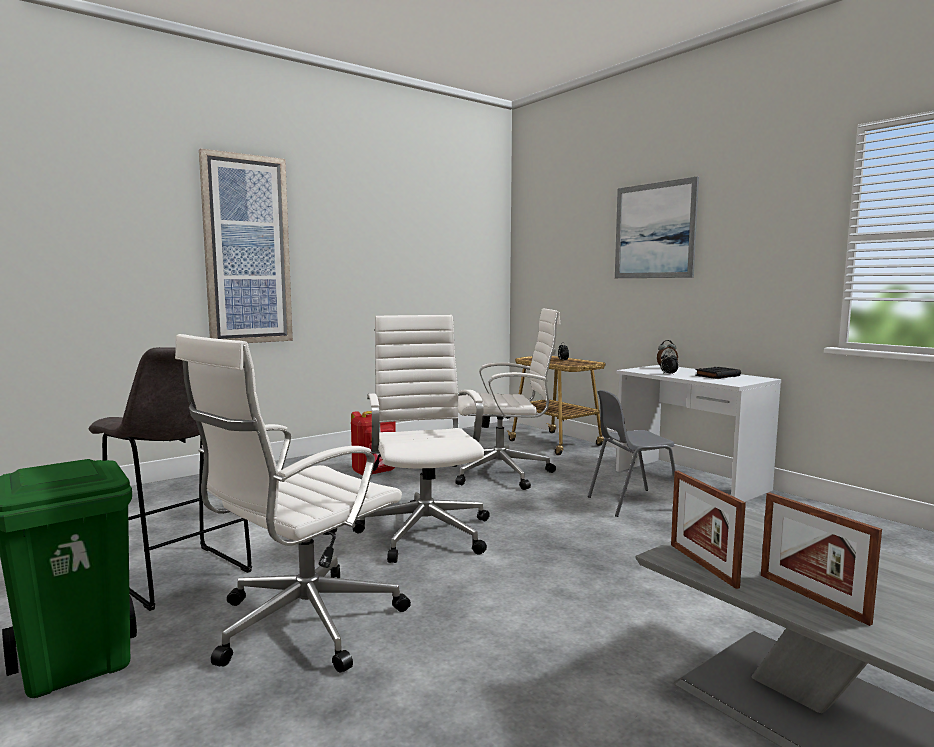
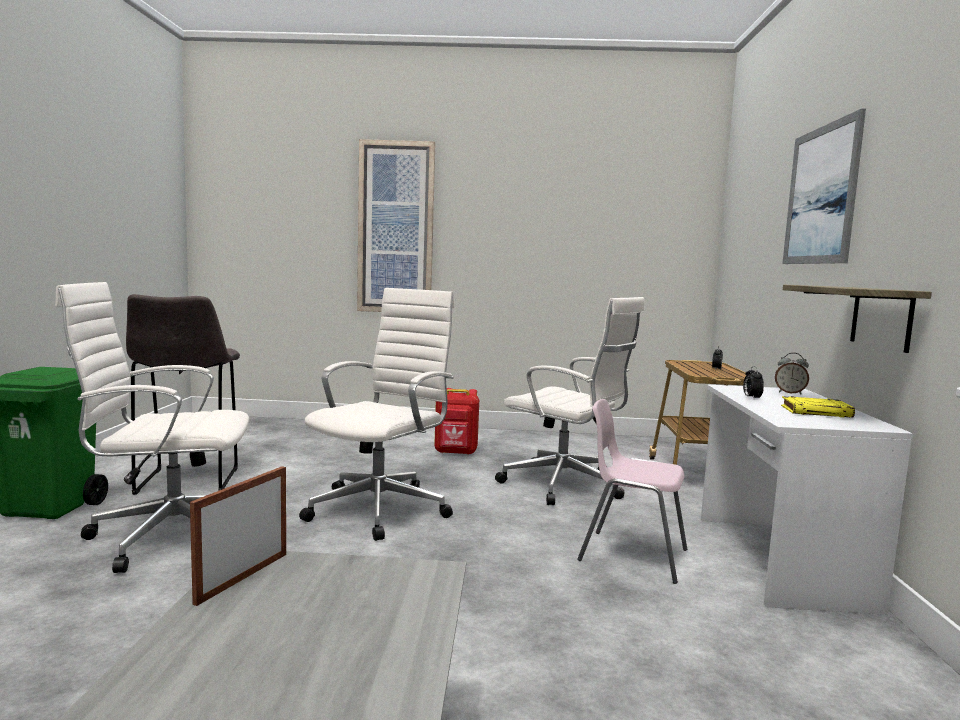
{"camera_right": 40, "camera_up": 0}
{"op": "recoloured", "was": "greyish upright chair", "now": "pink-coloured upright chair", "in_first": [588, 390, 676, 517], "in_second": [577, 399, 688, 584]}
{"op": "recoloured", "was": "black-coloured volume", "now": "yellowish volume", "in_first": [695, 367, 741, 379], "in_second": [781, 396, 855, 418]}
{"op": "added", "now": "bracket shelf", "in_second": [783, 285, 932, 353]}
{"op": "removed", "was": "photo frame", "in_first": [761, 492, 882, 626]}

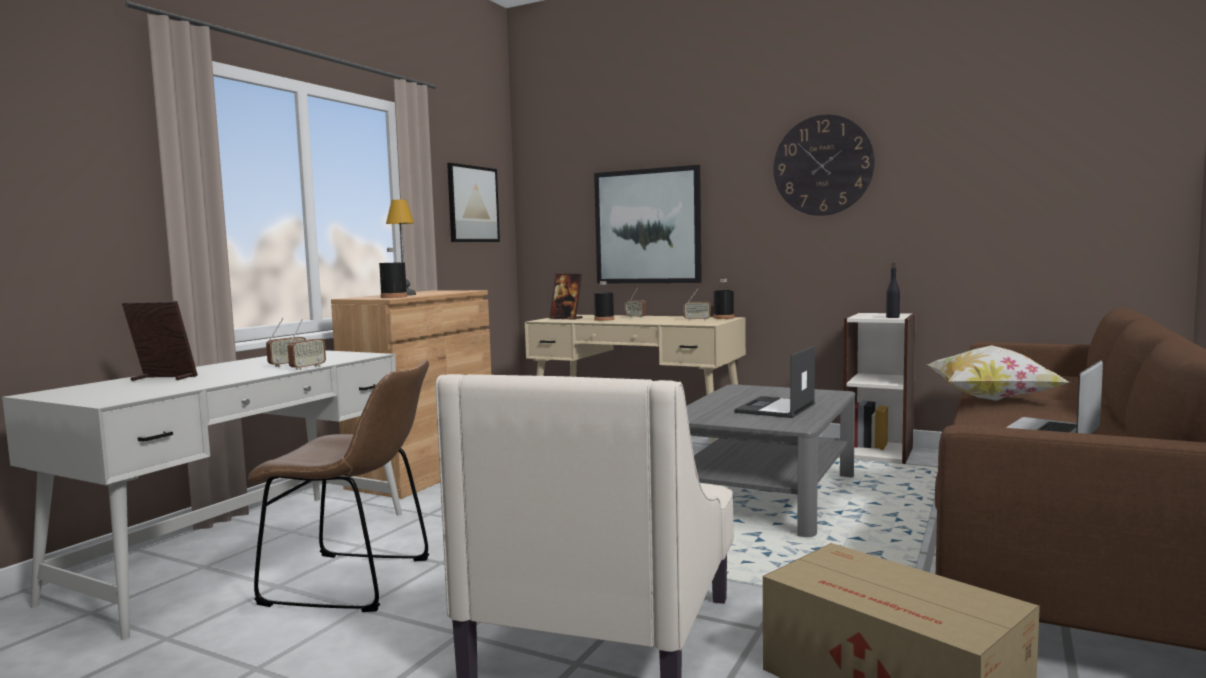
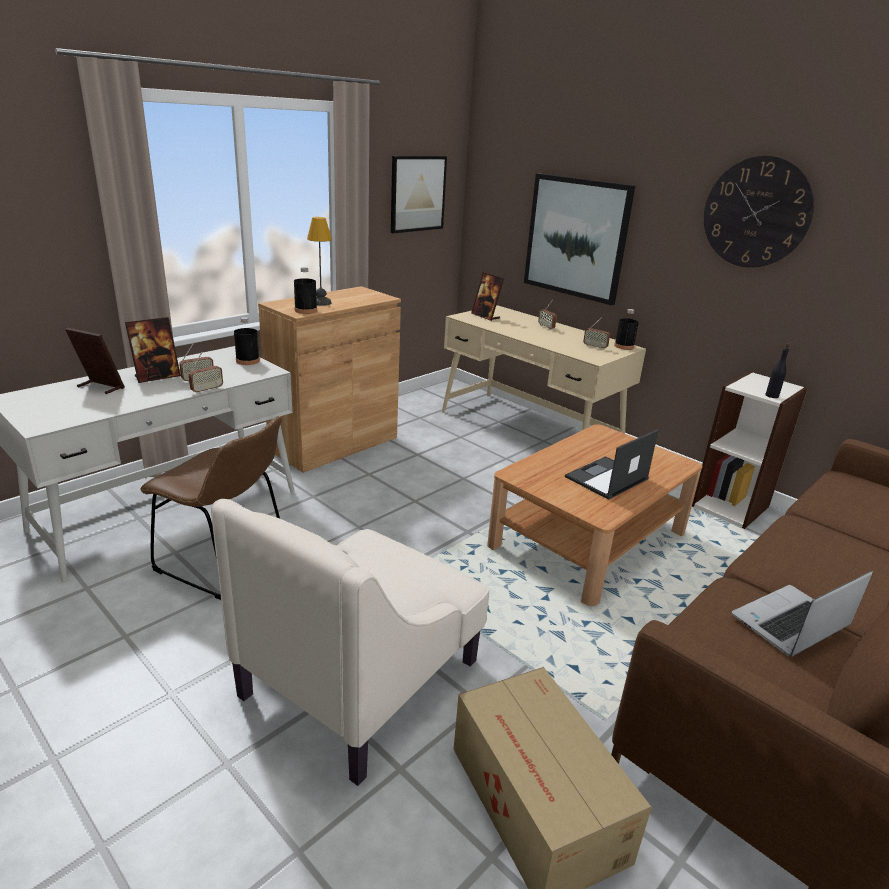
{"camera_right": 15, "camera_up": 20}
{"op": "added", "now": "photo frame", "in_second": [125, 317, 181, 383]}
{"op": "moved", "was": "black-coloured drink bottle", "in_first": [594, 281, 614, 321], "in_second": [234, 317, 260, 365]}
{"op": "recoloured", "was": "greyish low table", "now": "brownish low table", "in_first": [686, 384, 855, 537], "in_second": [487, 424, 703, 606]}
{"op": "removed", "was": "cushion", "in_first": [928, 345, 1069, 401]}

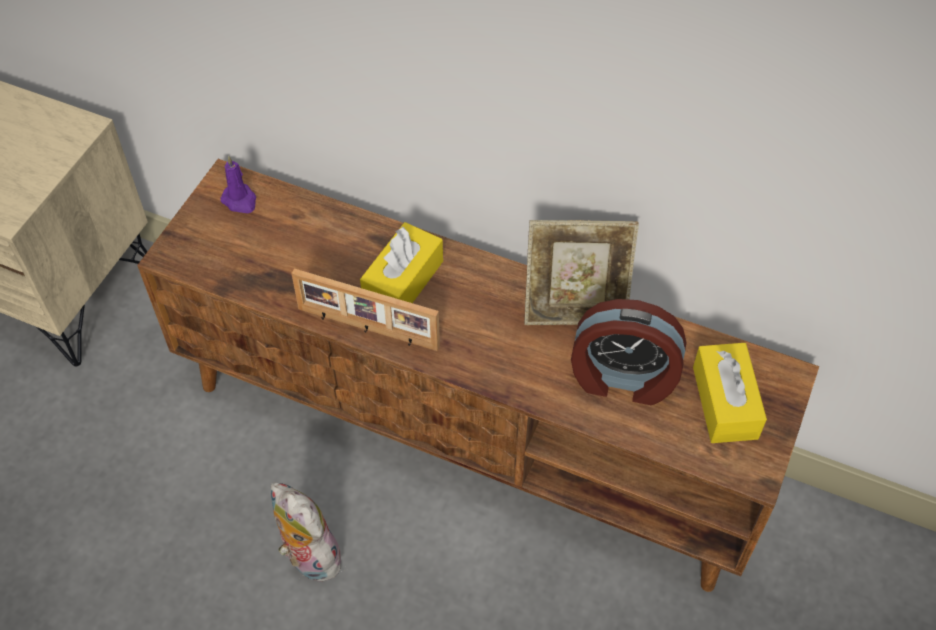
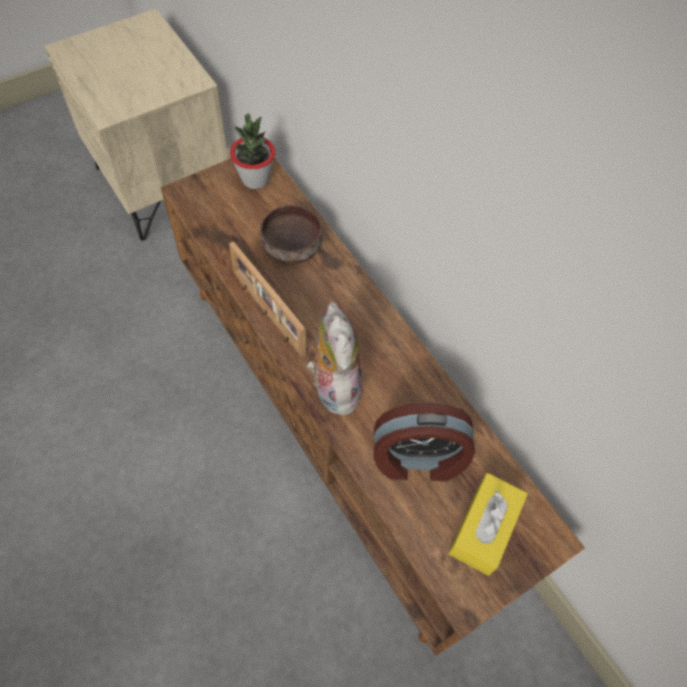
{"camera_right": 30, "camera_up": 5}
{"op": "replaced", "was": "purple-coloured candle", "now": "plant in a pot", "in_first": [221, 156, 256, 213], "in_second": [230, 114, 275, 189]}
{"op": "added", "now": "brownish deep dish", "in_second": [260, 204, 323, 263]}
{"op": "moved", "was": "cuddly toy", "in_first": [271, 482, 342, 582], "in_second": [306, 302, 363, 415]}
{"op": "turned", "was": "alarm clock", "in_first": [571, 299, 687, 405], "in_second": [374, 403, 475, 481], "clockwise": -45}
{"op": "removed", "was": "yellowish tissue box", "in_first": [360, 222, 443, 303]}
{"op": "removed", "was": "photo frame", "in_first": [524, 220, 639, 325]}

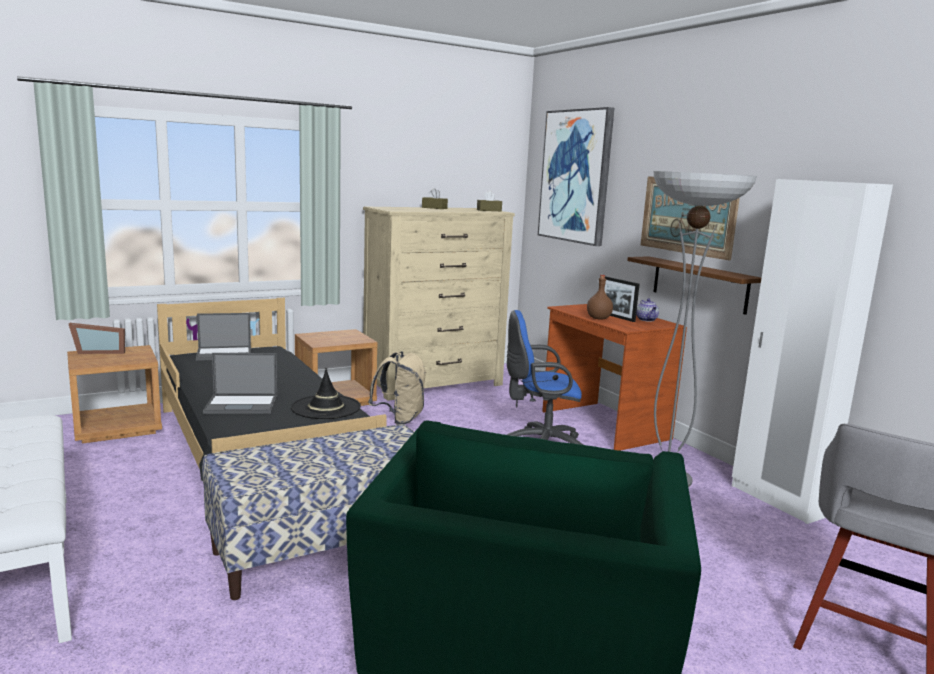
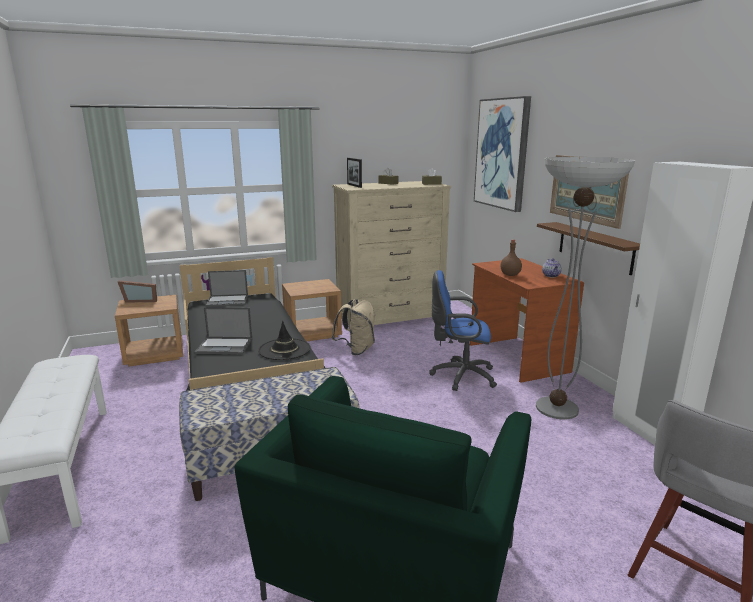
{"camera_right": 10, "camera_up": 5}
{"op": "moved", "was": "photo frame", "in_first": [604, 276, 639, 322], "in_second": [347, 158, 362, 188]}

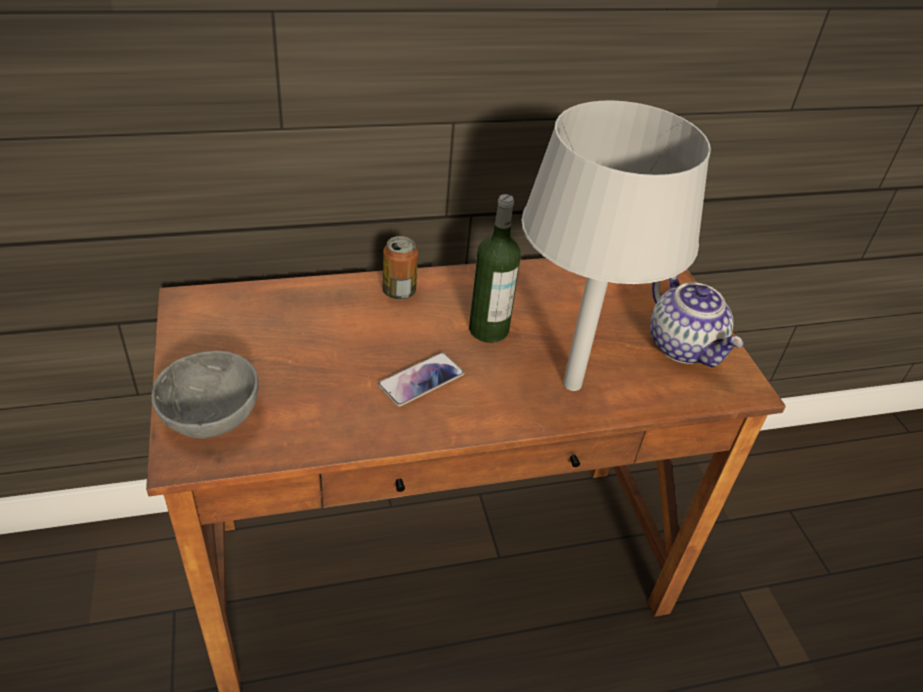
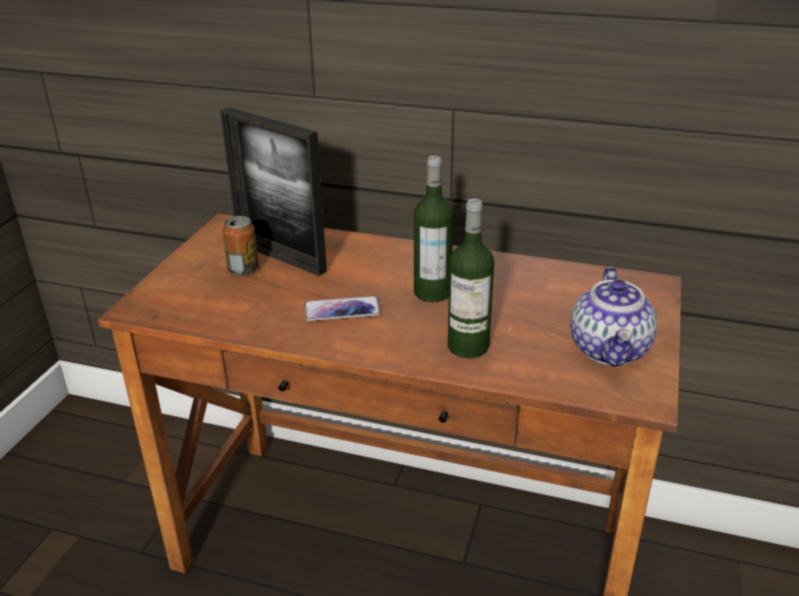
{"camera_right": 35, "camera_up": -10}
{"op": "added", "now": "photo frame", "in_second": [220, 107, 327, 276]}
{"op": "moved", "was": "metal can", "in_first": [382, 236, 418, 300], "in_second": [222, 216, 259, 276]}
{"op": "replaced", "was": "greyish lamp for a table", "now": "drink bottle", "in_first": [521, 101, 711, 391], "in_second": [448, 199, 494, 358]}
{"op": "removed", "was": "greyish deep dish", "in_first": [151, 351, 258, 439]}

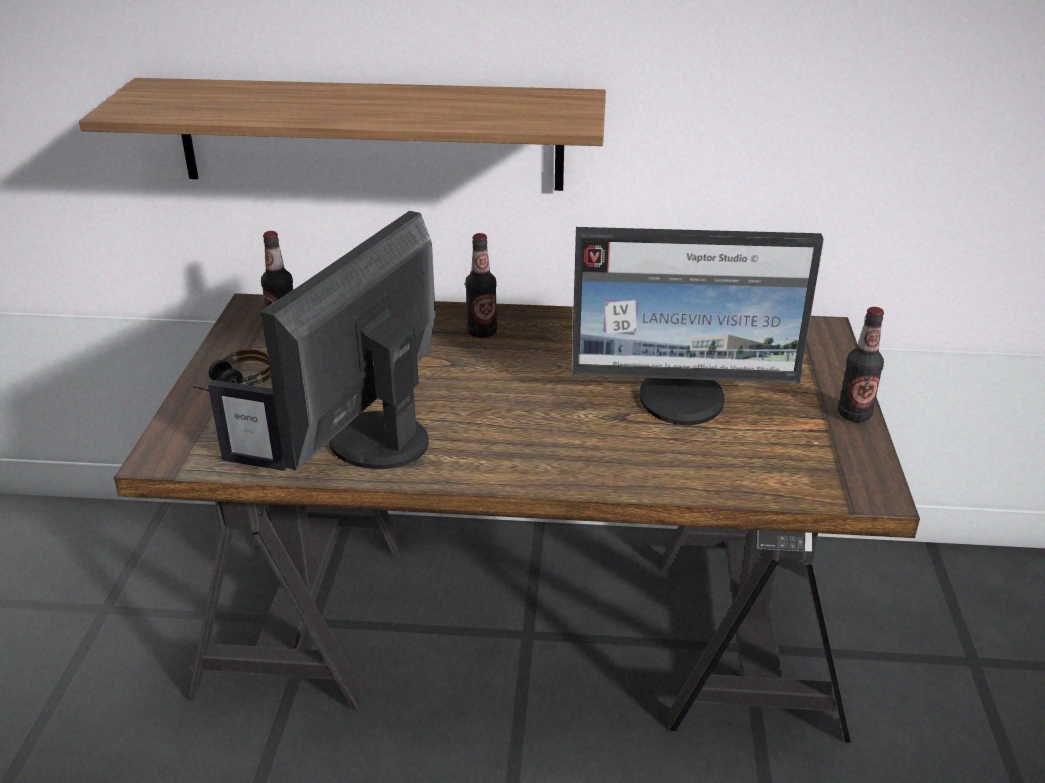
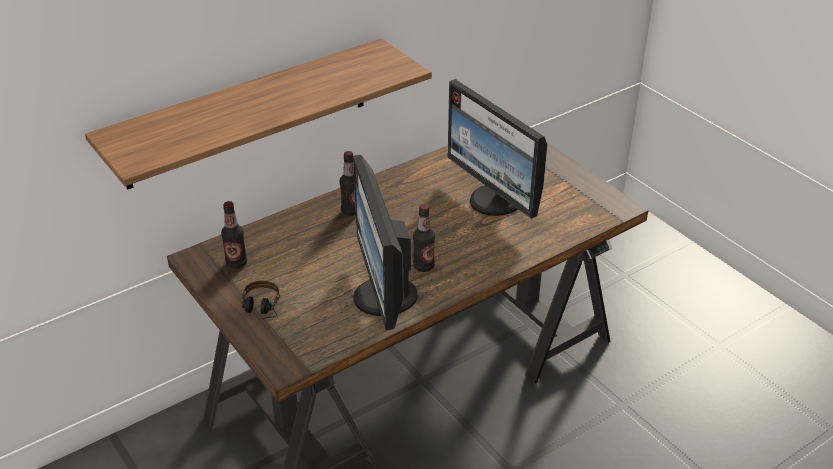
{"camera_right": -40, "camera_up": 5}
{"op": "moved", "was": "drink bottle", "in_first": [838, 307, 884, 422], "in_second": [413, 204, 435, 272]}
{"op": "turned", "was": "computer display", "in_first": [572, 227, 824, 425], "in_second": [448, 79, 547, 219], "clockwise": 90}
{"op": "removed", "was": "photo frame", "in_first": [208, 380, 286, 471]}

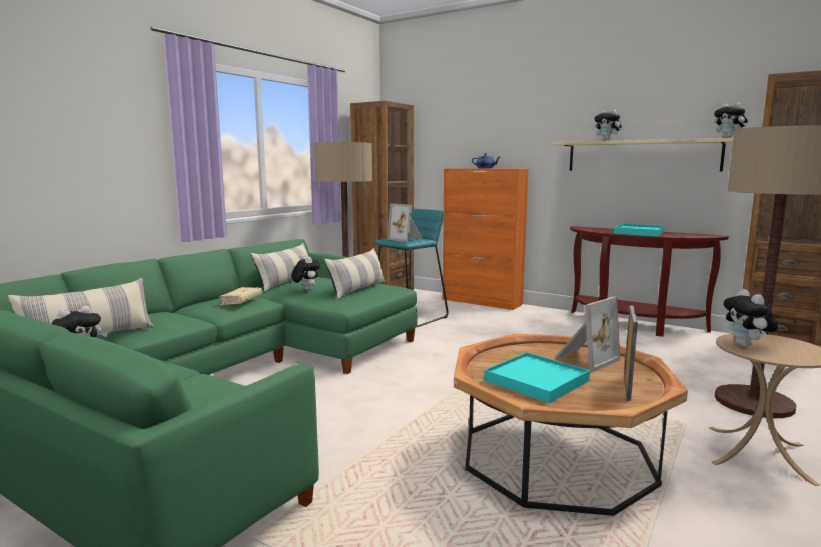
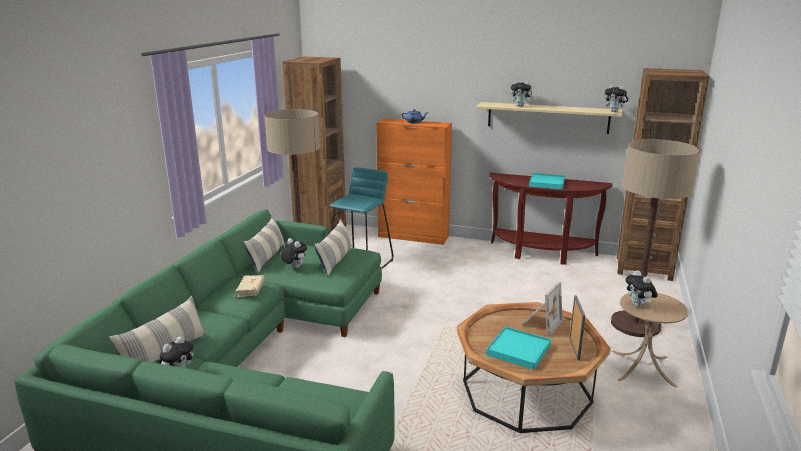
{"camera_right": -15, "camera_up": 10}
{"op": "removed", "was": "photo frame", "in_first": [387, 203, 423, 242]}

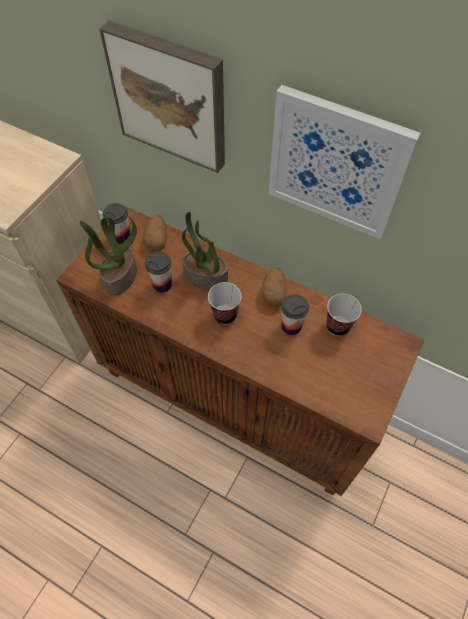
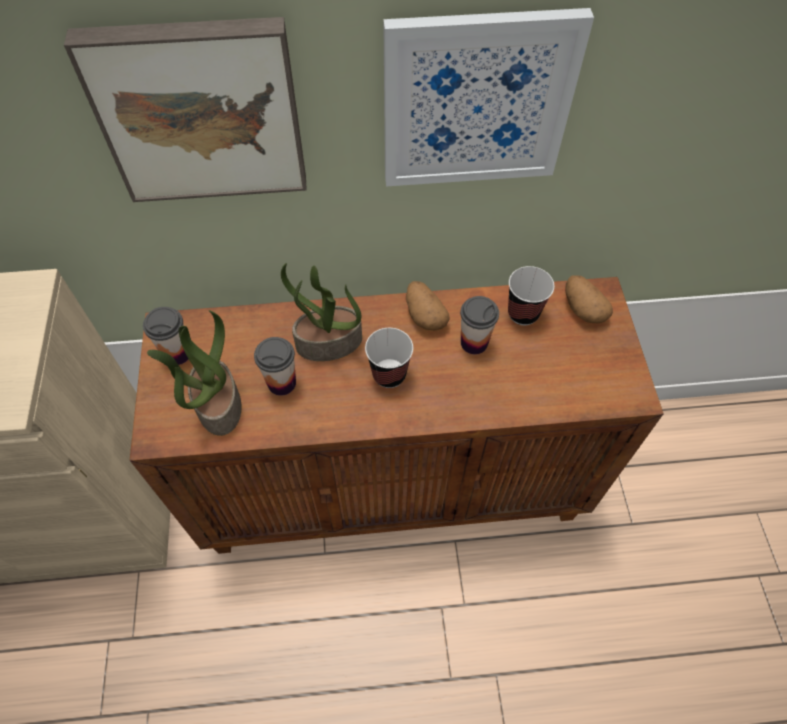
{"camera_right": -35, "camera_up": 0}
{"op": "moved", "was": "potato", "in_first": [143, 215, 167, 251], "in_second": [565, 275, 613, 323]}

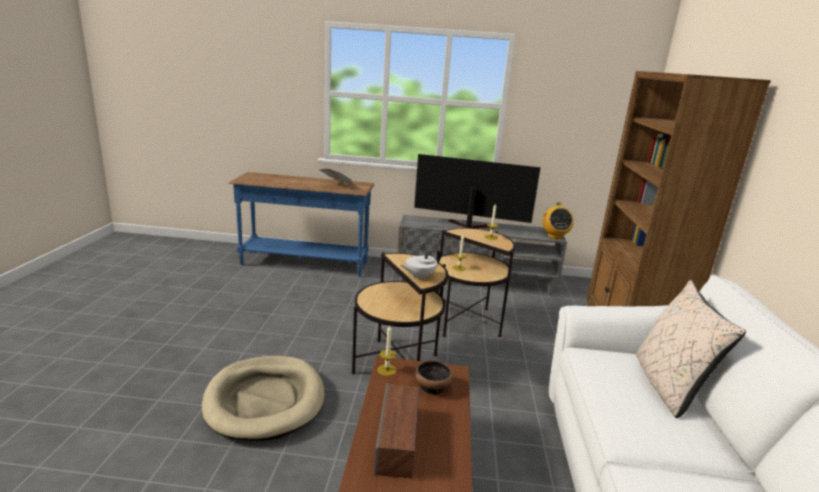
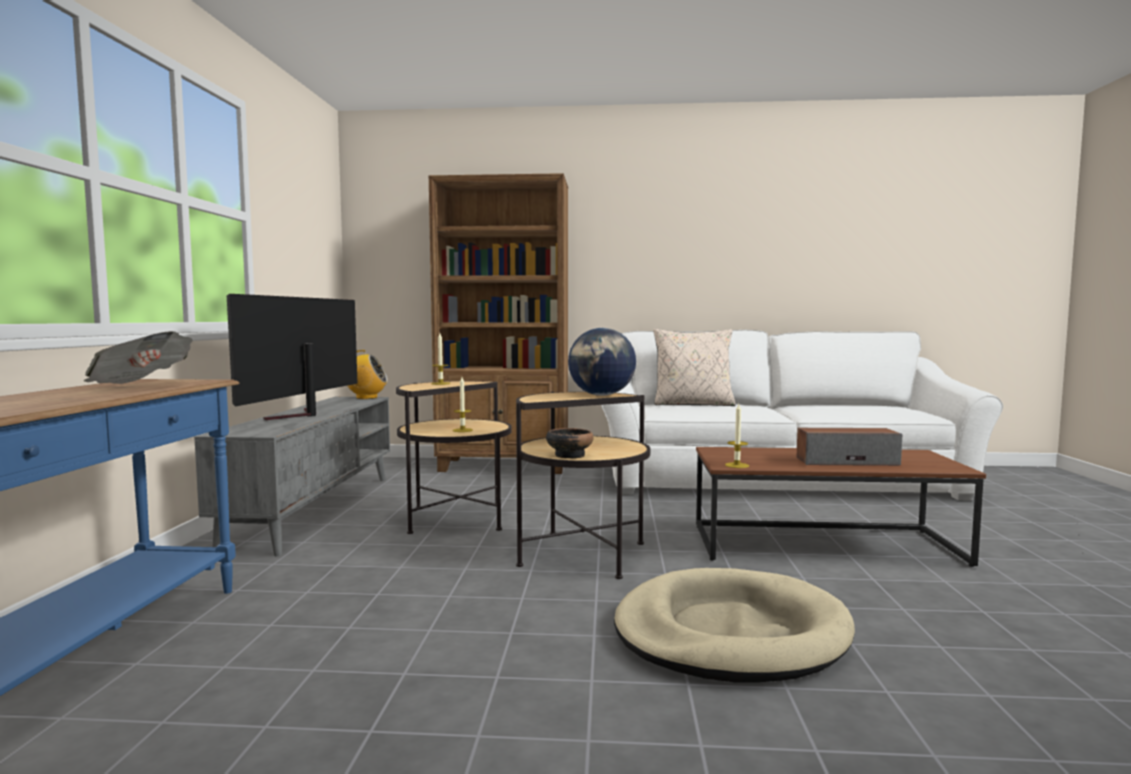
{"camera_right": -90, "camera_up": -15}
{"op": "moved", "was": "deep dish", "in_first": [414, 360, 453, 395], "in_second": [546, 428, 594, 459]}
{"op": "replaced", "was": "white teapot", "now": "globe", "in_first": [400, 249, 441, 280], "in_second": [568, 328, 636, 396]}

